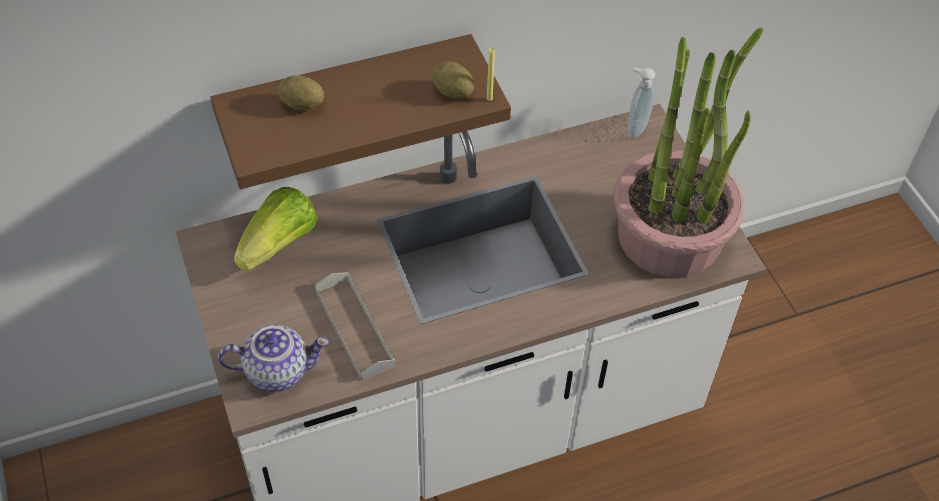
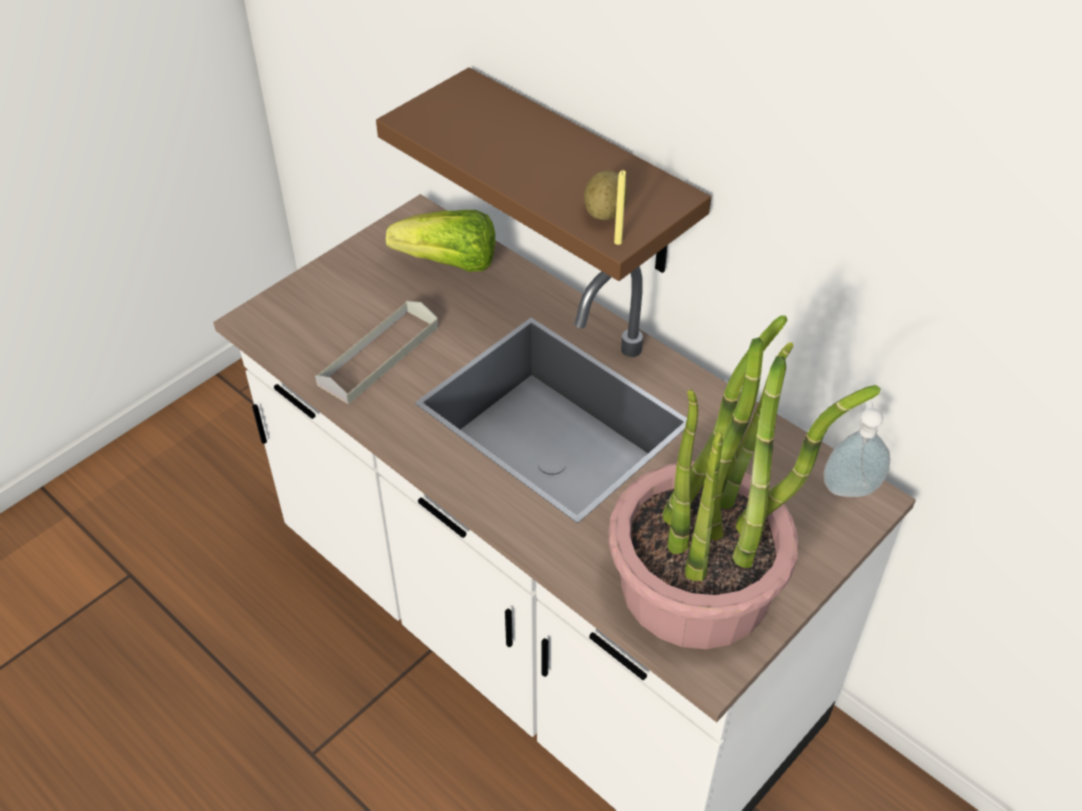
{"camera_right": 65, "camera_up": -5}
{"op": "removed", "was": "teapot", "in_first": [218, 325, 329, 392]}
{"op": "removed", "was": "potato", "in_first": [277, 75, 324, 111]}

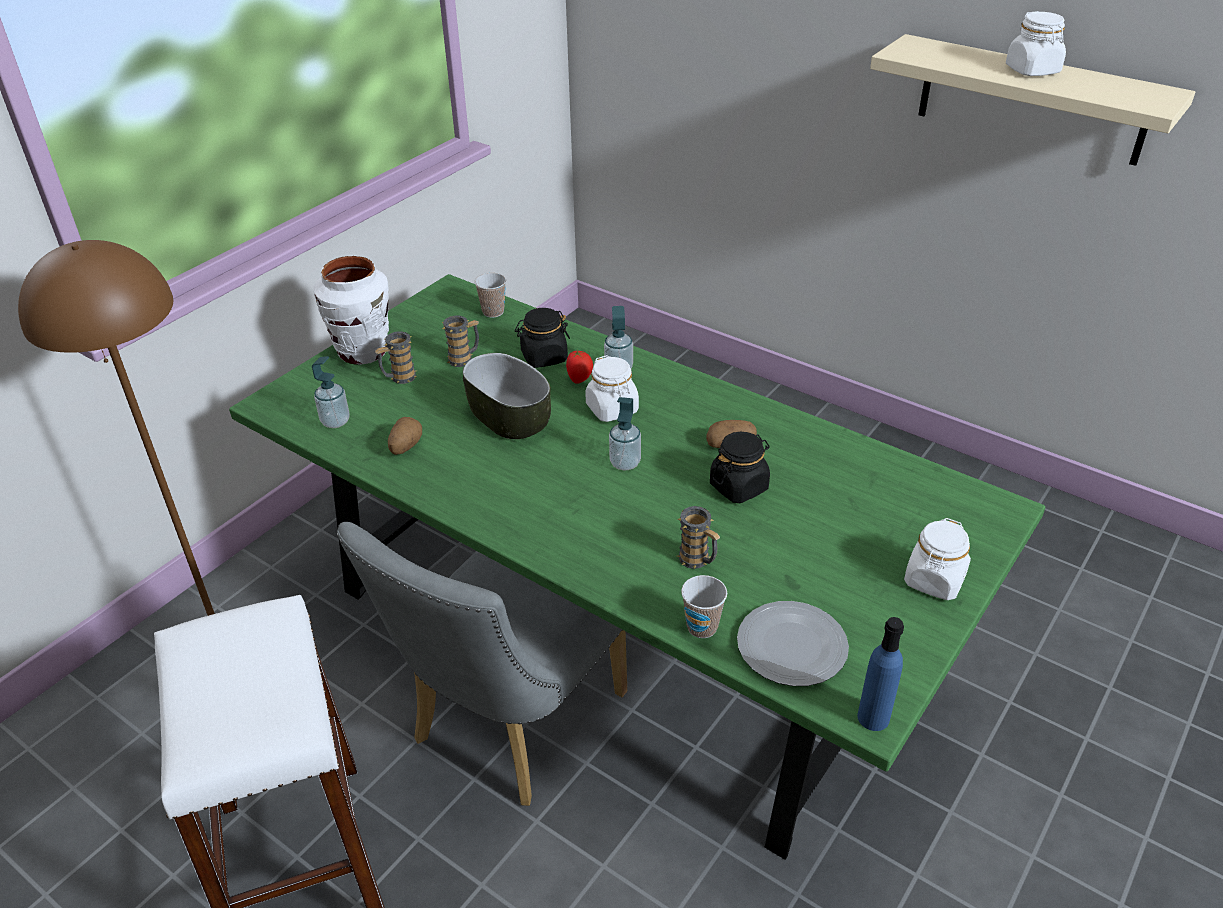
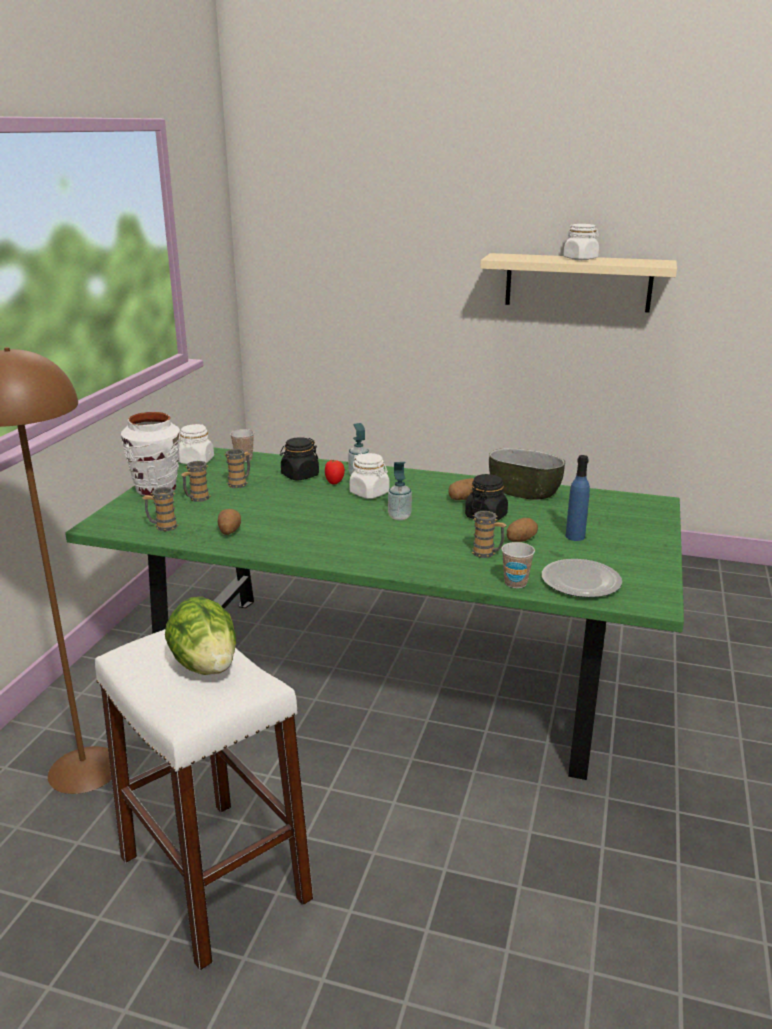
{"camera_right": -20, "camera_up": -15}
{"op": "replaced", "was": "soap bottle", "now": "tea mug", "in_first": [312, 356, 350, 428], "in_second": [142, 487, 178, 531]}
{"op": "added", "now": "lettuce head", "in_second": [165, 597, 236, 675]}
{"op": "moved", "was": "white jar", "in_first": [904, 518, 971, 600], "in_second": [179, 424, 214, 464]}
{"op": "moved", "was": "deep dish", "in_first": [463, 353, 551, 439], "in_second": [489, 448, 565, 500]}
{"op": "added", "now": "potato", "in_second": [507, 518, 538, 542]}
{"op": "moved", "was": "blue drink bottle", "in_first": [857, 617, 904, 731], "in_second": [566, 455, 590, 541]}
{"op": "removed", "was": "greyish upright chair", "in_first": [337, 522, 627, 806]}

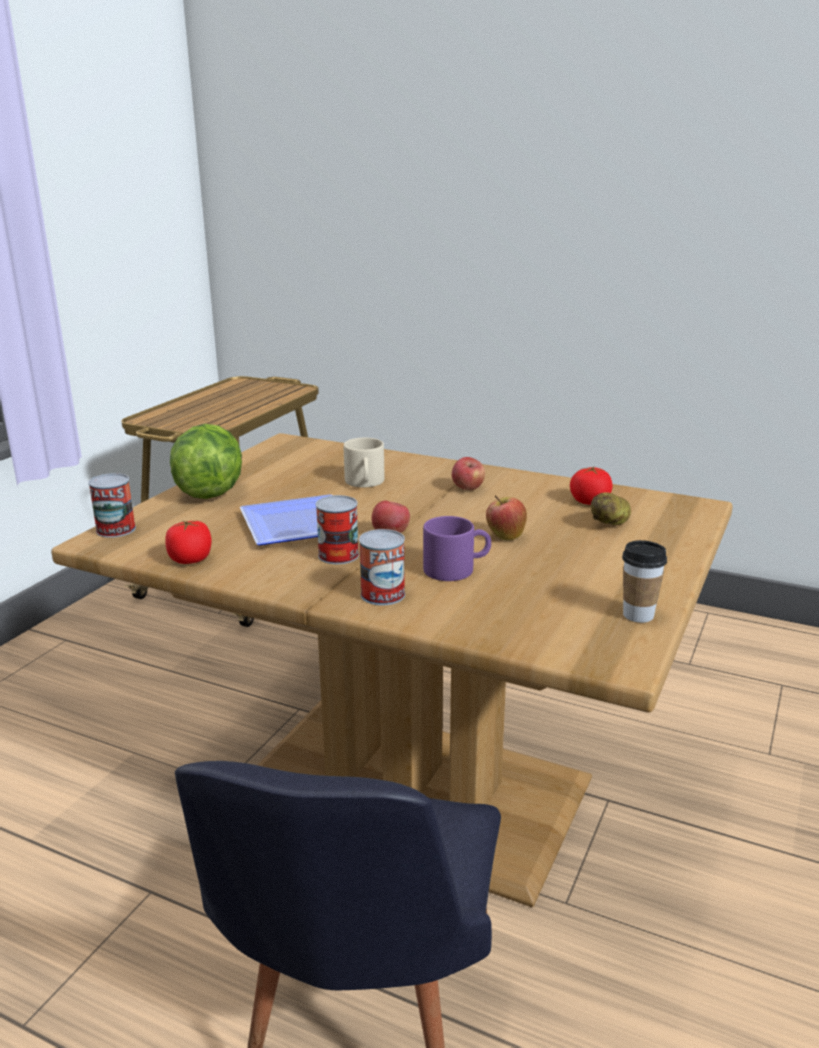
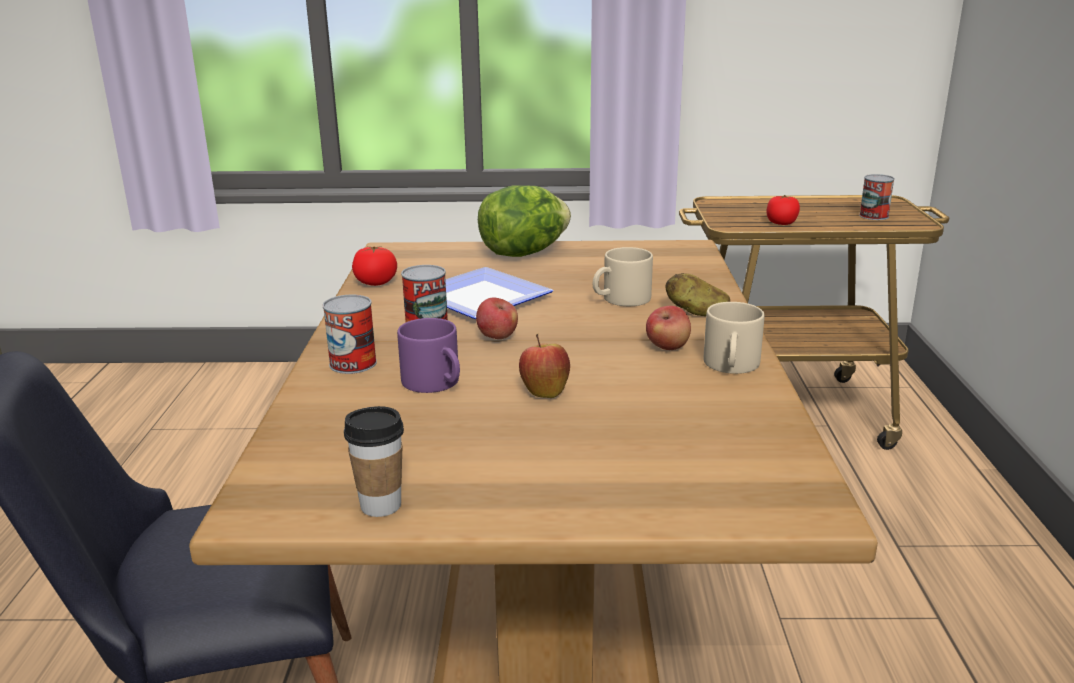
{"camera_right": 65, "camera_up": 0}
{"op": "moved", "was": "potato", "in_first": [591, 492, 631, 525], "in_second": [665, 273, 730, 316]}
{"op": "added", "now": "sand-coloured tea mug", "in_second": [704, 302, 765, 374]}
{"op": "moved", "was": "tomato", "in_first": [570, 467, 613, 505], "in_second": [767, 195, 800, 225]}
{"op": "moved", "was": "metal can", "in_first": [88, 473, 136, 538], "in_second": [859, 174, 895, 220]}

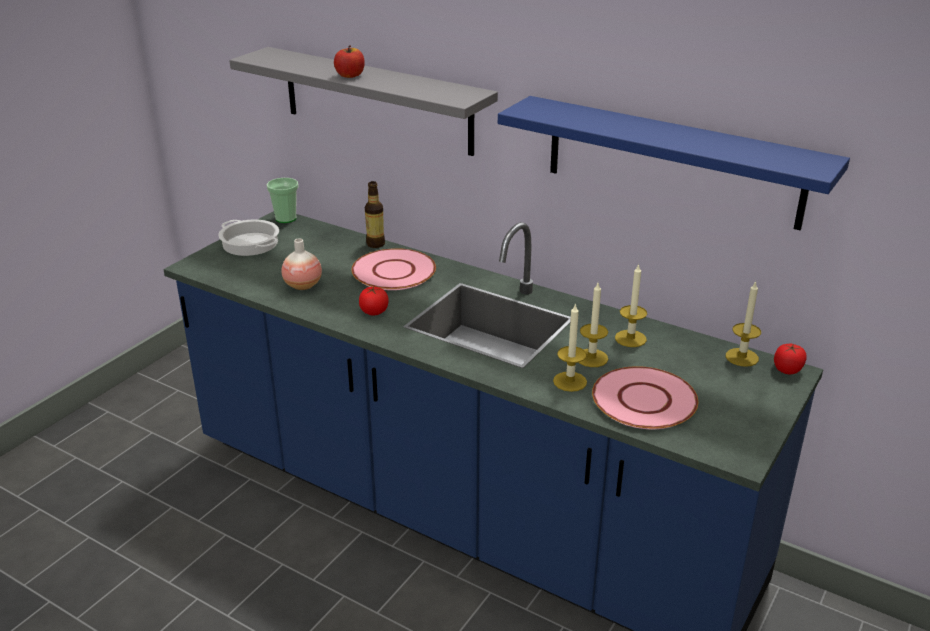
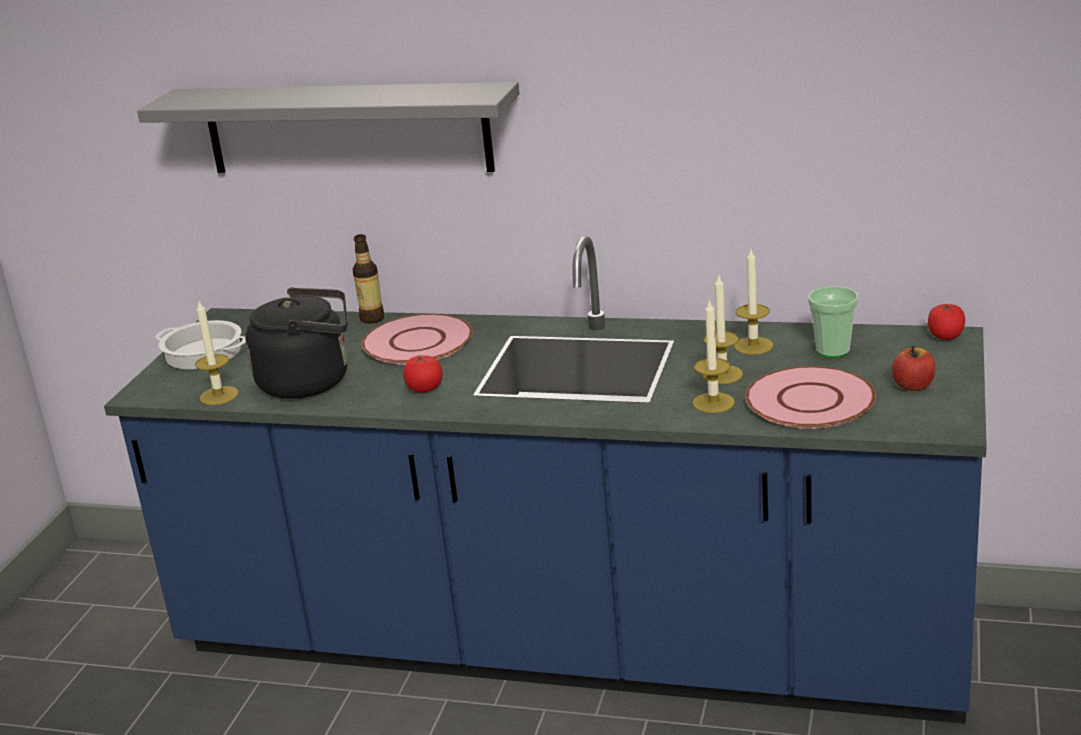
{"camera_right": -15, "camera_up": -5}
{"op": "moved", "was": "candle", "in_first": [726, 281, 761, 367], "in_second": [195, 302, 239, 405]}
{"op": "replaced", "was": "vase", "now": "black-coloured water kettle", "in_first": [281, 238, 322, 290], "in_second": [245, 287, 348, 399]}
{"op": "moved", "was": "drinking cup", "in_first": [267, 178, 299, 223], "in_second": [808, 287, 858, 358]}
{"op": "moved", "was": "apple fruit", "in_first": [334, 45, 365, 78], "in_second": [892, 346, 935, 391]}
{"op": "removed", "was": "blue bracket shelf", "in_first": [498, 96, 850, 230]}

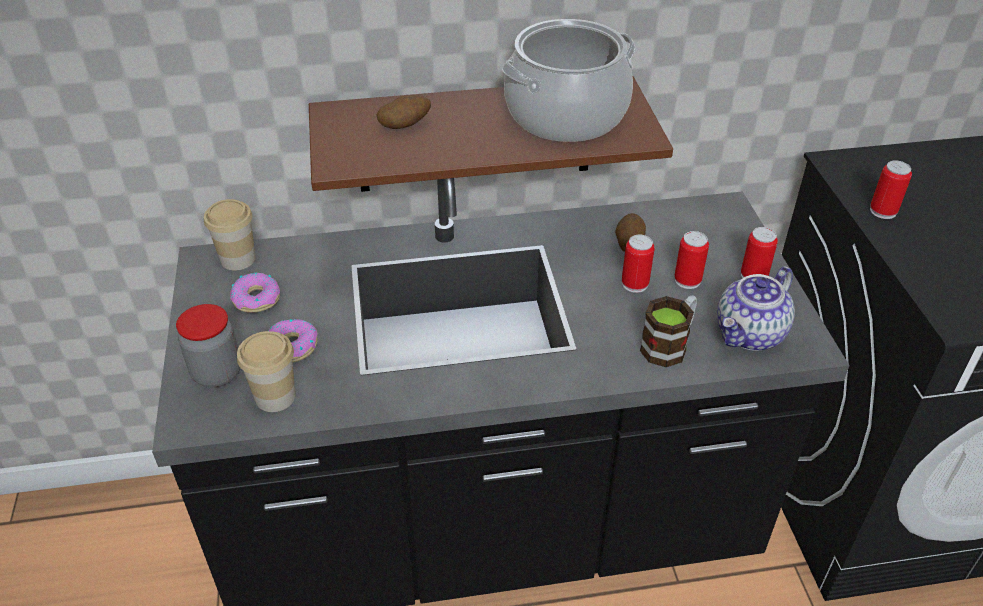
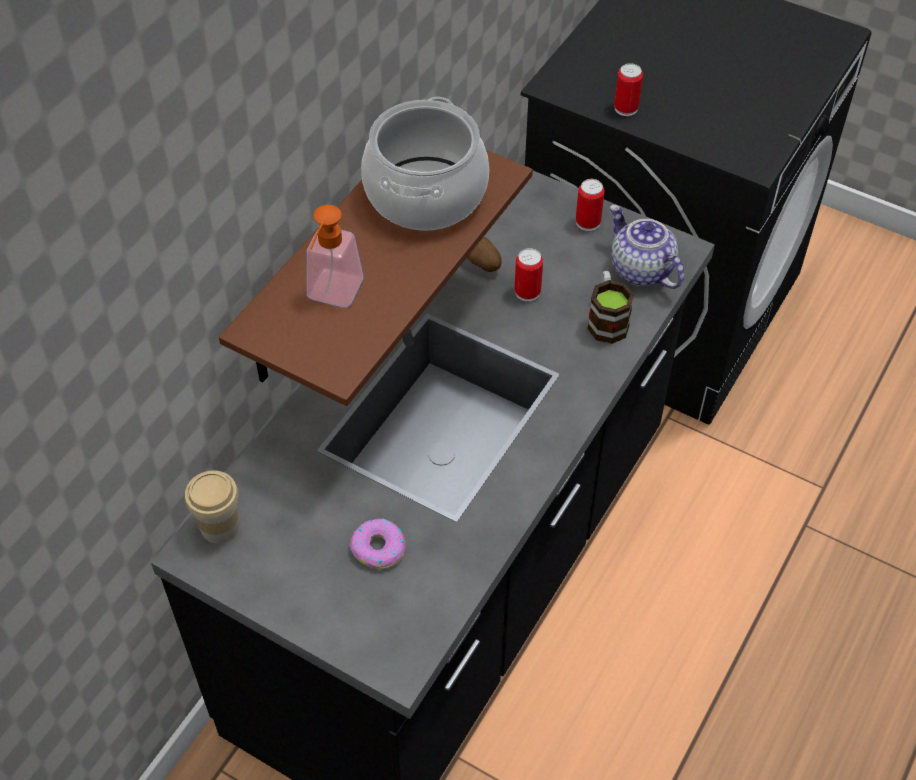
{"camera_right": -50, "camera_up": 10}
{"op": "replaced", "was": "potato", "now": "soap bottle", "in_first": [377, 95, 431, 129], "in_second": [307, 205, 363, 308]}
{"op": "turned", "was": "teapot", "in_first": [717, 266, 795, 351], "in_second": [610, 205, 685, 289], "clockwise": 150}
{"op": "removed", "was": "jar", "in_first": [176, 304, 240, 387]}
{"op": "removed", "was": "donut", "in_first": [230, 273, 280, 313]}
{"op": "removed", "was": "drinking cup", "in_first": [237, 331, 296, 412]}
{"op": "removed", "was": "metal can", "in_first": [674, 231, 709, 289]}

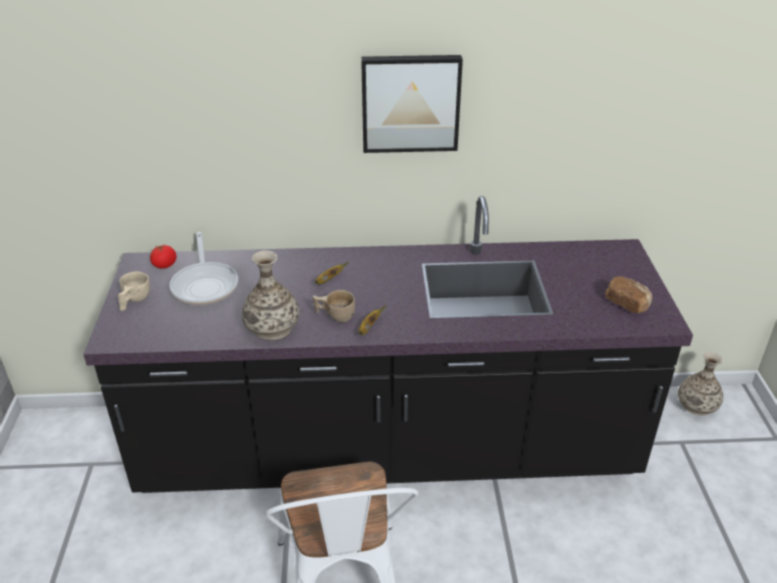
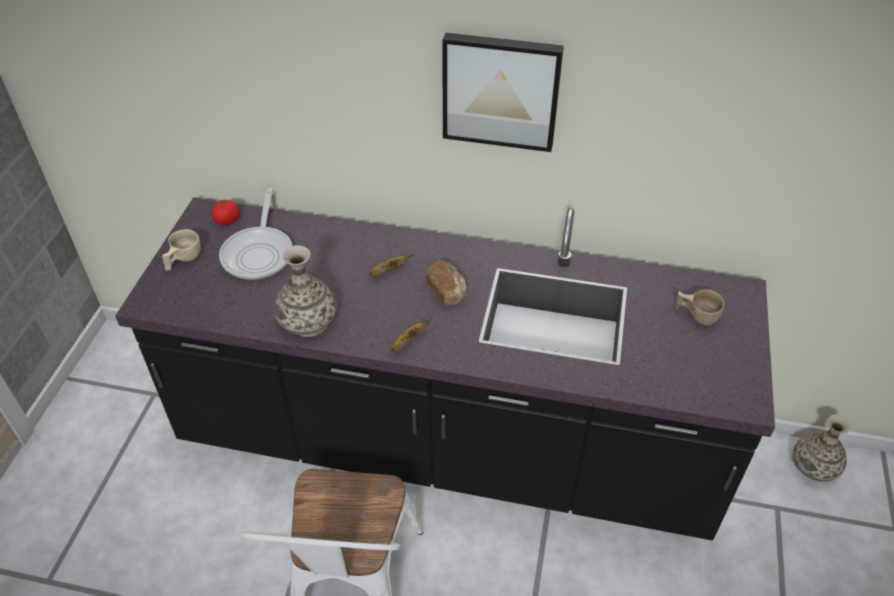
{"camera_right": 15, "camera_up": 10}
{"op": "moved", "was": "baked bread", "in_first": [605, 277, 652, 313], "in_second": [425, 260, 467, 305]}
{"op": "moved", "was": "sand-coloured drinking cup", "in_first": [313, 290, 355, 322], "in_second": [675, 289, 724, 326]}

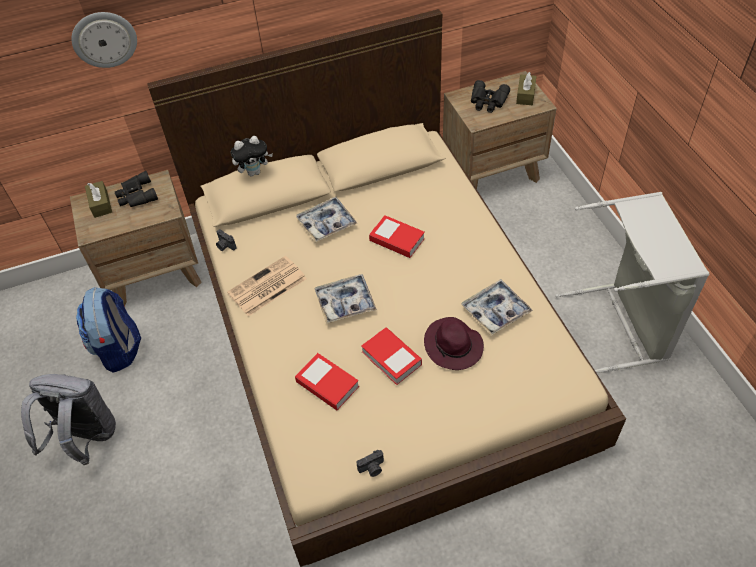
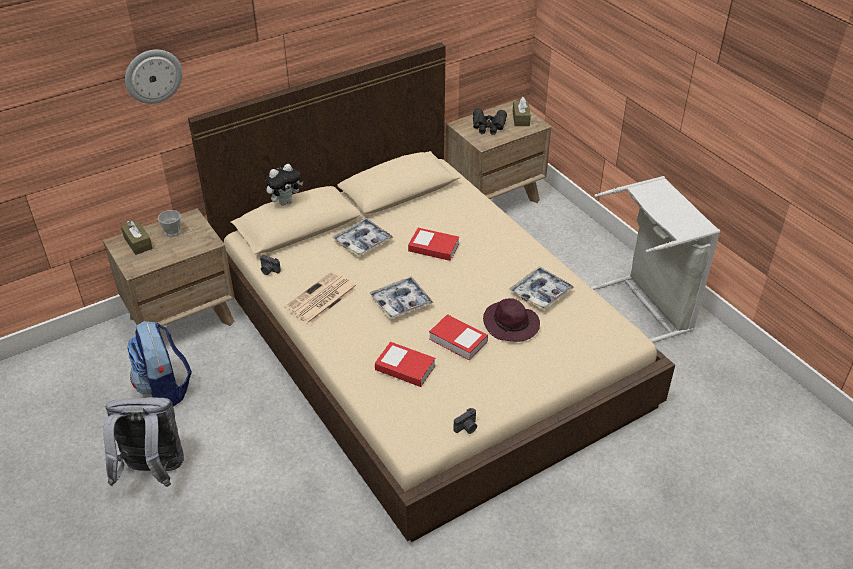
{"camera_right": -15, "camera_up": -10}
{"op": "replaced", "was": "black-coloured field glasses", "now": "drinking cup", "in_first": [115, 171, 158, 207], "in_second": [158, 210, 181, 237]}

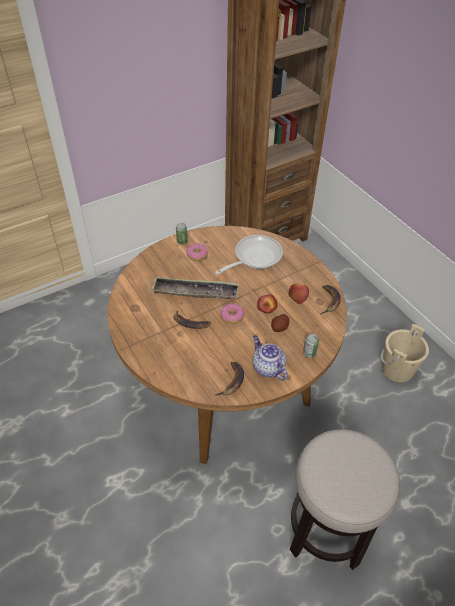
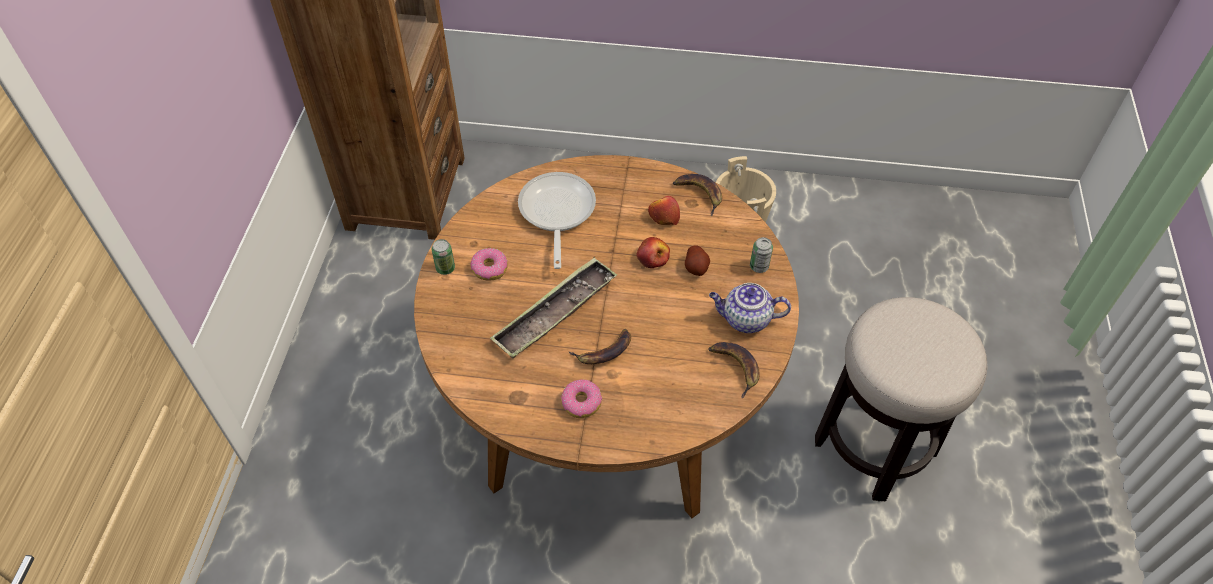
{"camera_right": -50, "camera_up": 5}
{"op": "moved", "was": "donut", "in_first": [220, 303, 244, 324], "in_second": [561, 380, 602, 418]}

